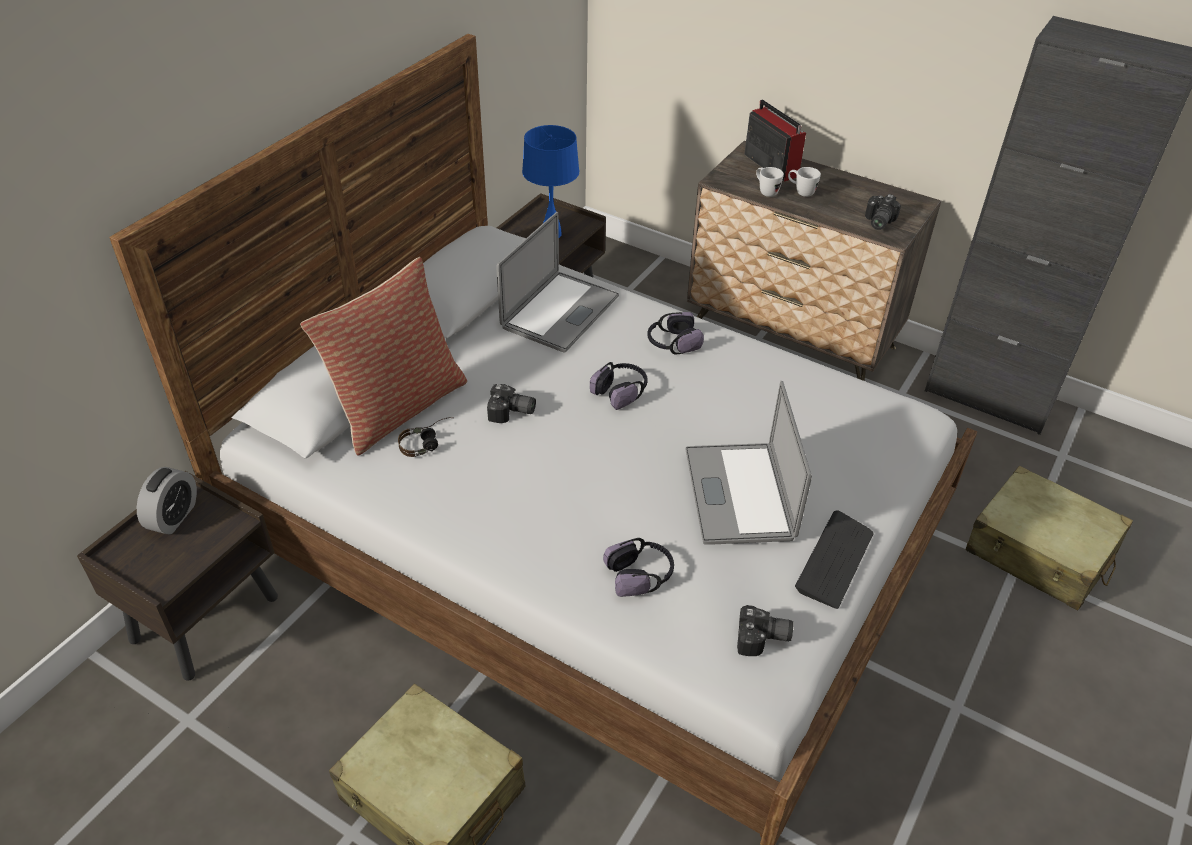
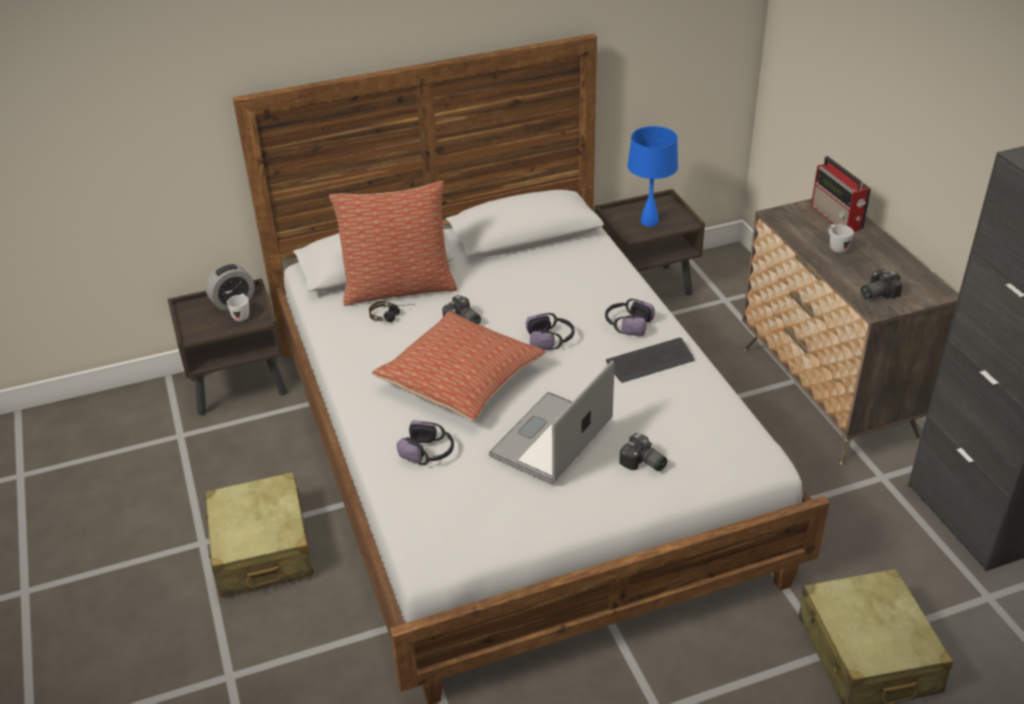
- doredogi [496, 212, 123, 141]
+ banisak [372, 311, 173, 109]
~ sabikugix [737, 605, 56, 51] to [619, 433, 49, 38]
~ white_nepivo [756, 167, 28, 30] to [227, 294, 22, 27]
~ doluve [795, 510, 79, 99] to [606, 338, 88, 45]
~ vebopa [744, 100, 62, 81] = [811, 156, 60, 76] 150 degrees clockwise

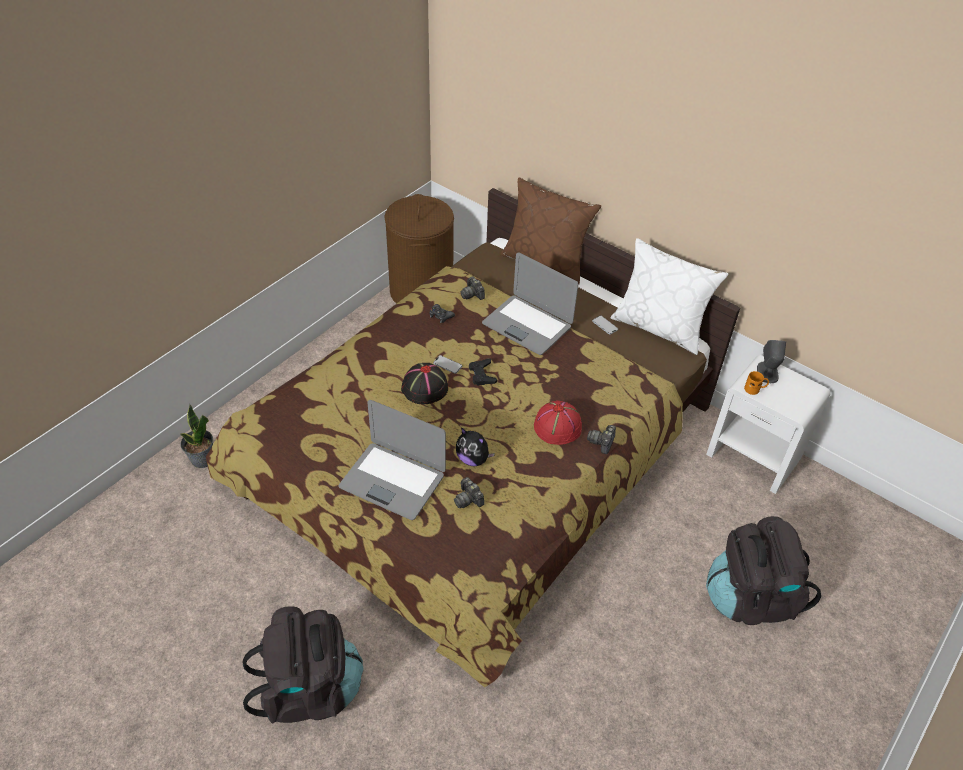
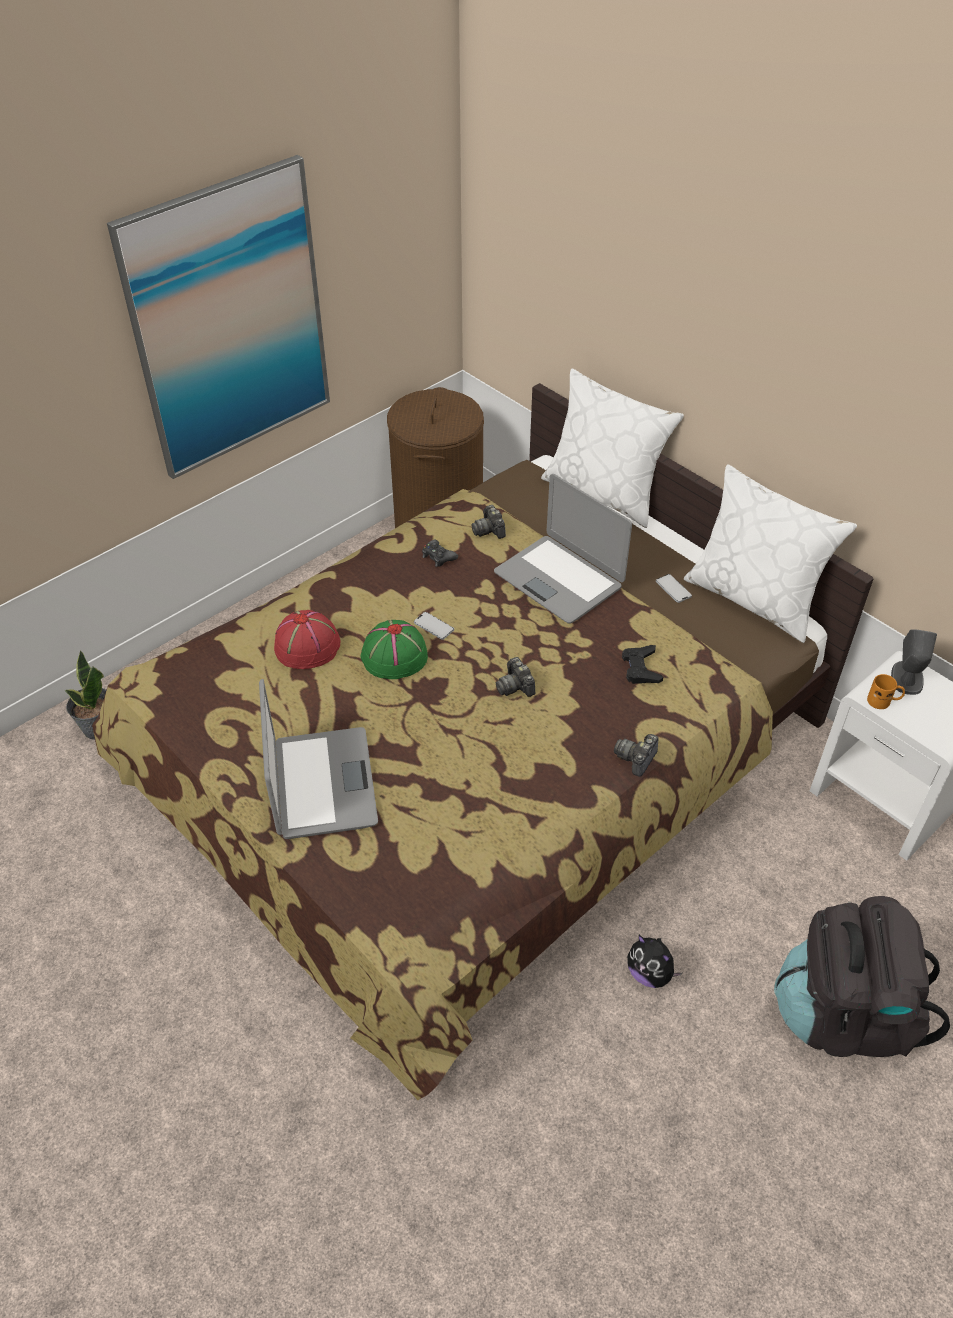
- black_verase [242, 606, 122, 118]
+ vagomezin [107, 155, 223, 324]
~ sabikugix [454, 477, 30, 31] to [496, 657, 39, 40]
~ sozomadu [456, 427, 39, 39] to [627, 935, 55, 53]
~ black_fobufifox [469, 358, 28, 28] to [622, 645, 41, 39]
~ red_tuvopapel [534, 400, 48, 45] to [274, 610, 67, 59]
~ black_tuvopapel [401, 363, 47, 41] to green_tuvopapel [361, 620, 67, 59]
~ brown_banisak [500, 178, 101, 107] to white_banisak [541, 369, 143, 159]
~ doredogi [338, 400, 108, 120] = [259, 679, 119, 160] 135 degrees counterclockwise

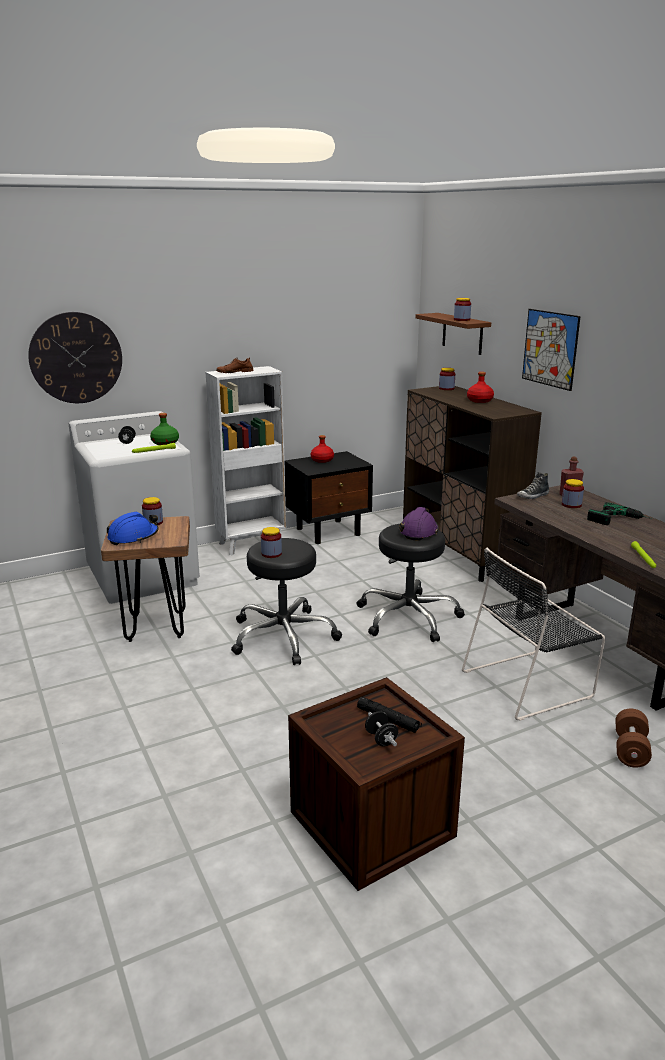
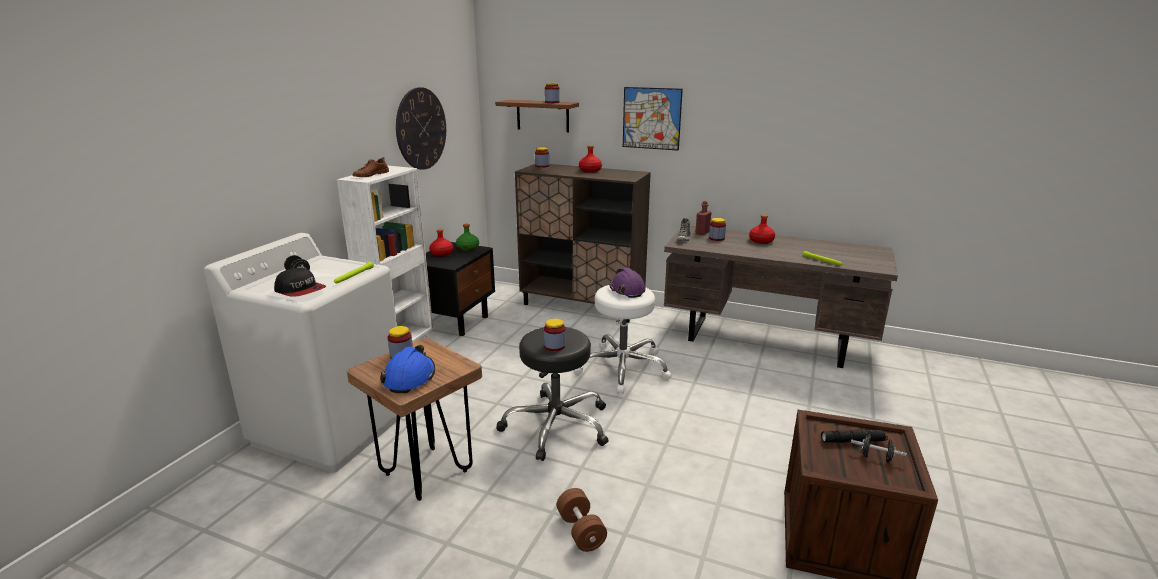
- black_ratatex [462, 548, 143, 173]
+ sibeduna [274, 268, 52, 29]
~ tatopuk [28, 312, 94, 91] to [396, 87, 50, 83]
~ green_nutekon [150, 413, 29, 32] to [456, 224, 23, 27]
~ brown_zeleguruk [615, 709, 37, 59] to [556, 488, 51, 64]
~ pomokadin [587, 502, 65, 23] to red_nutekon [749, 214, 26, 30]
~ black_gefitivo [357, 524, 108, 118] to white_gefitivo [573, 285, 99, 109]

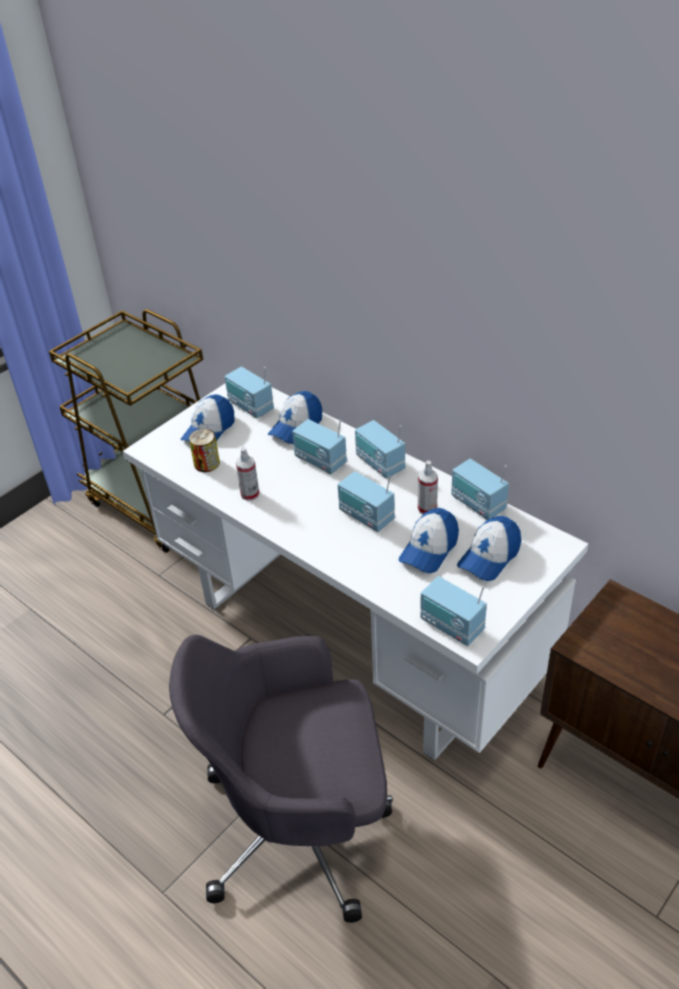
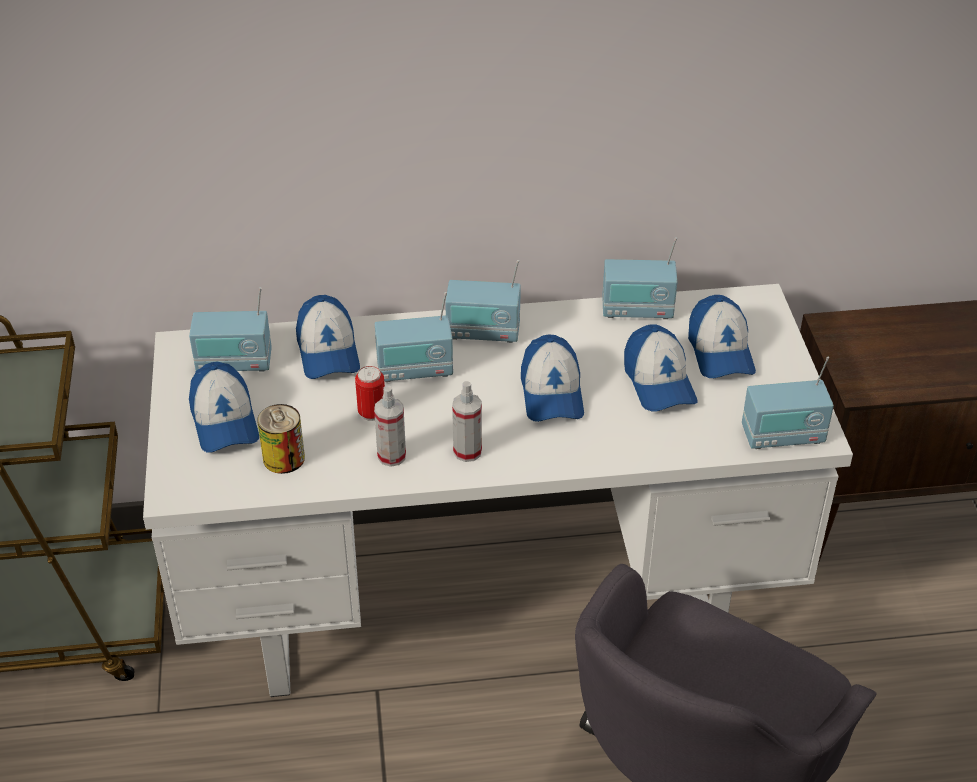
+ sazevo [355, 366, 30, 55]
~ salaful [418, 461, 20, 53] to [452, 381, 30, 81]
~ vebopa [338, 471, 57, 61] to sibeduna [521, 334, 63, 88]

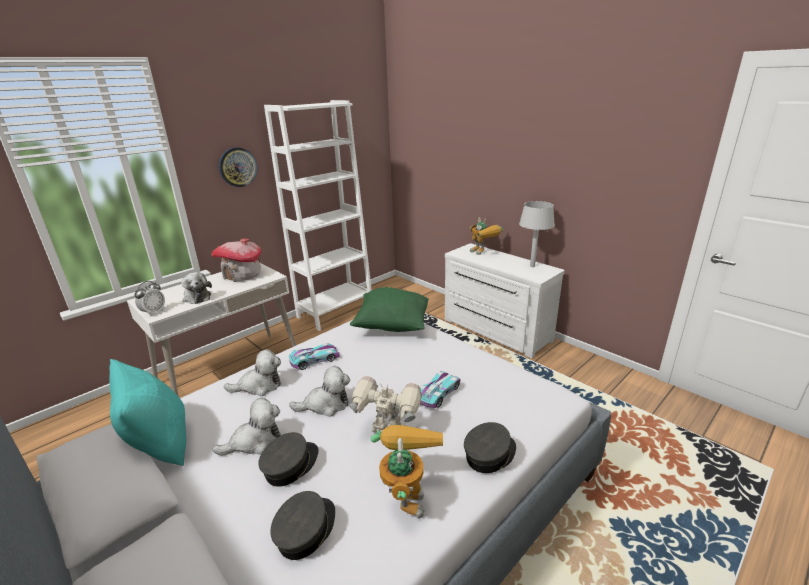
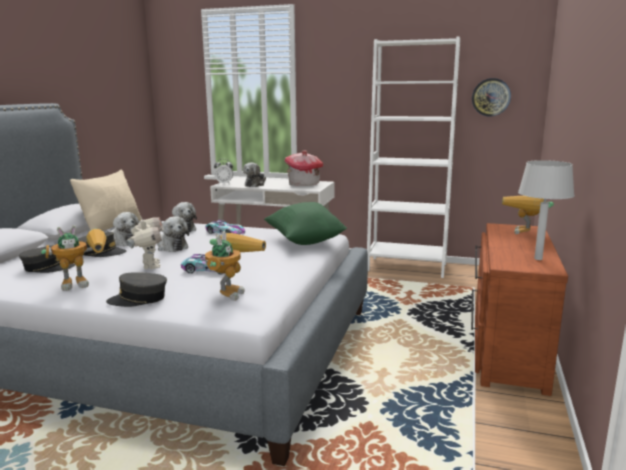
+ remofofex [205, 231, 61, 70]
~ tatopuk [219, 147, 38, 40] to [472, 78, 39, 39]
~ turquoise_banisak [109, 359, 77, 107] to beige_banisak [70, 170, 71, 61]
~ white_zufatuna [445, 243, 120, 115] to brown_zufatuna [471, 223, 97, 173]
~ grey_sibeduna [464, 422, 52, 51] = [106, 272, 61, 35] 150 degrees clockwise

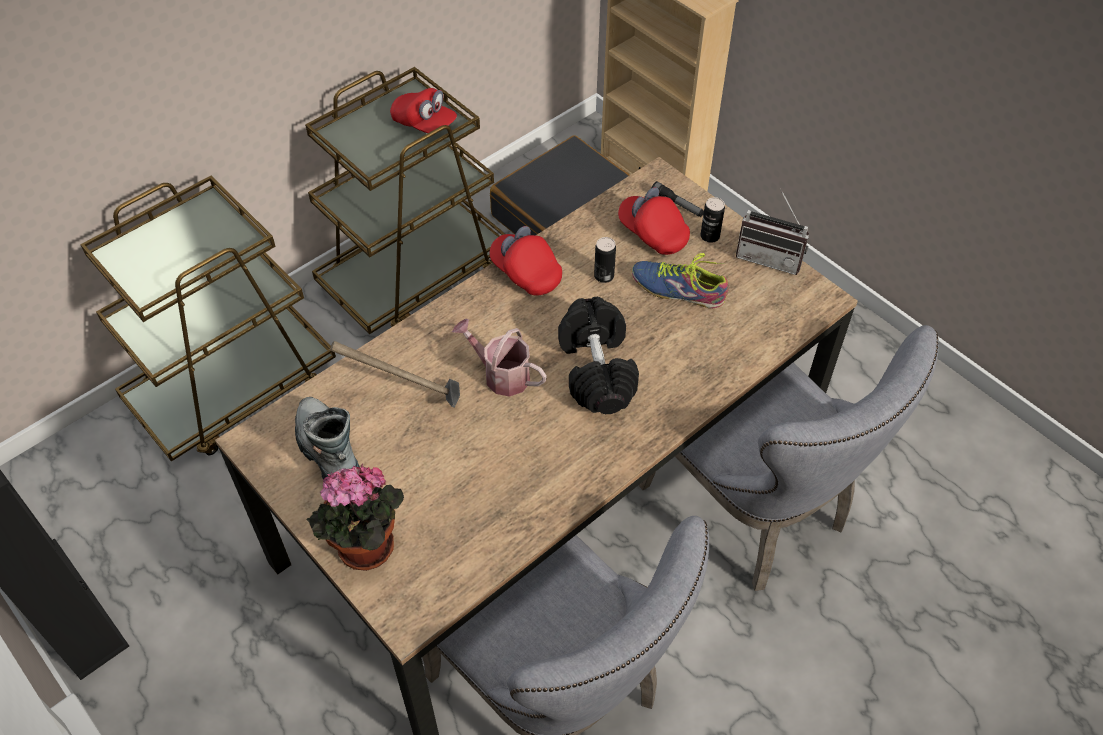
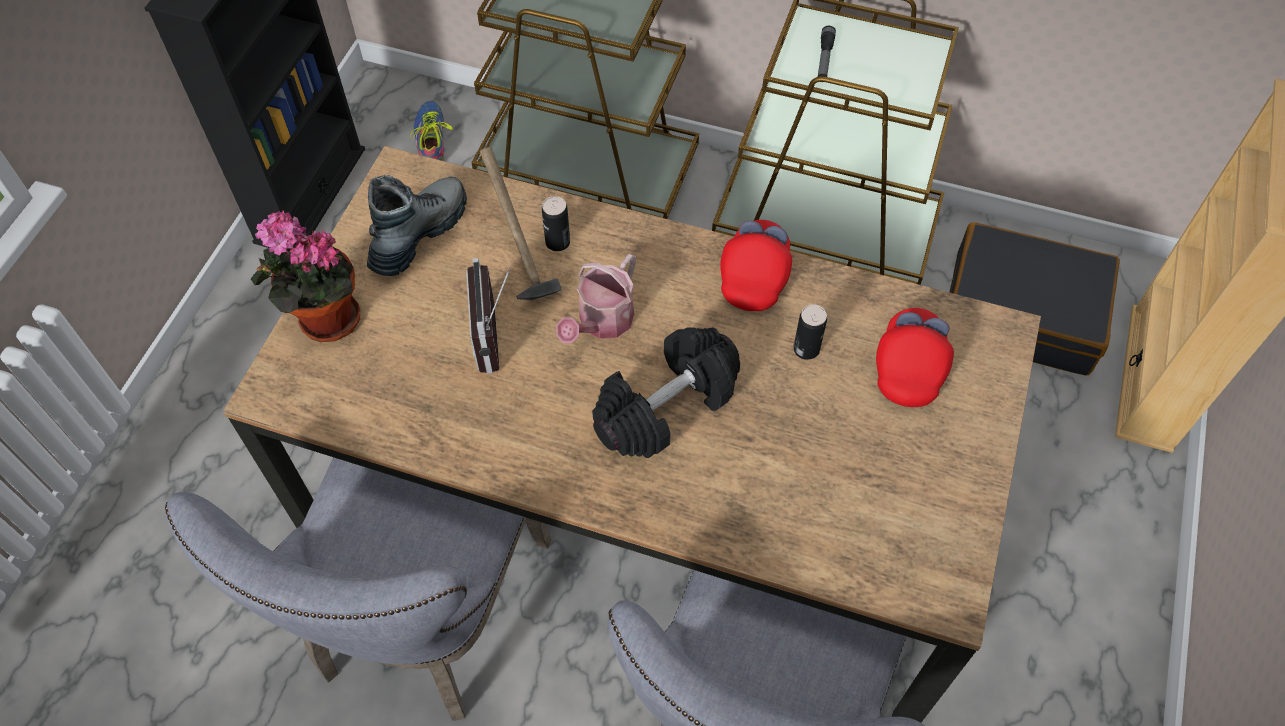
- red_sibeduna [390, 88, 67, 45]
~ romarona [632, 253, 97, 55] to [410, 101, 43, 60]
~ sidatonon [652, 181, 52, 36] to [818, 26, 18, 51]
~ sazevo [700, 197, 25, 46] to [542, 196, 28, 55]
~ vebopa [736, 188, 73, 87] to [466, 258, 45, 115]
~ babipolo [452, 319, 95, 78] = [556, 254, 80, 90] 150 degrees counterclockwise

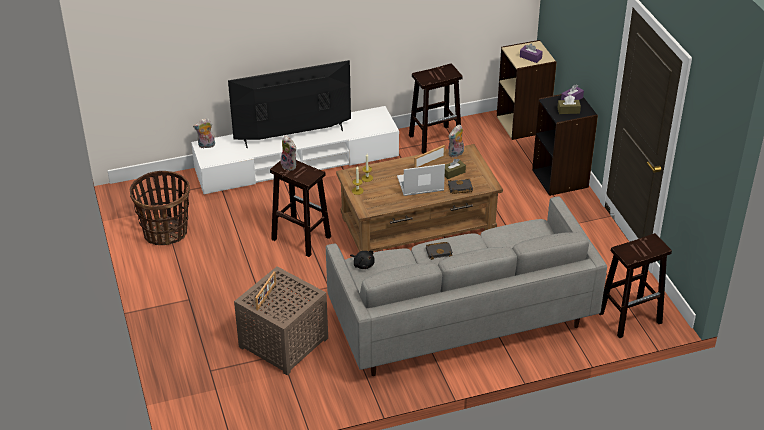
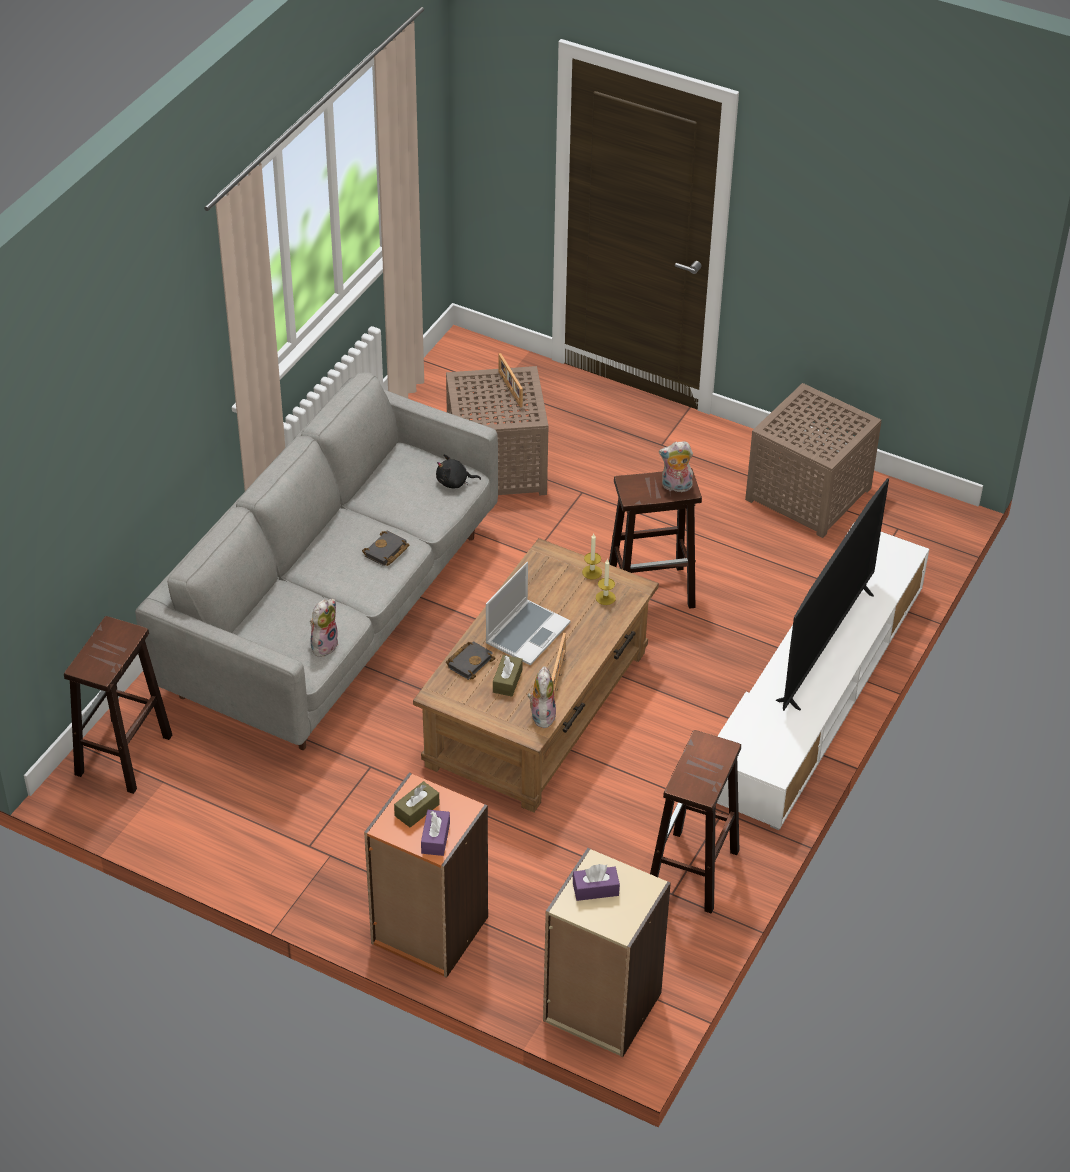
~ sozomadu [193, 118, 22, 31] to [310, 599, 29, 58]
~ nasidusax [130, 171, 60, 75] to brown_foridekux [745, 383, 136, 155]
~ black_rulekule [532, 94, 66, 102] to orange_rulekule [364, 772, 124, 206]

